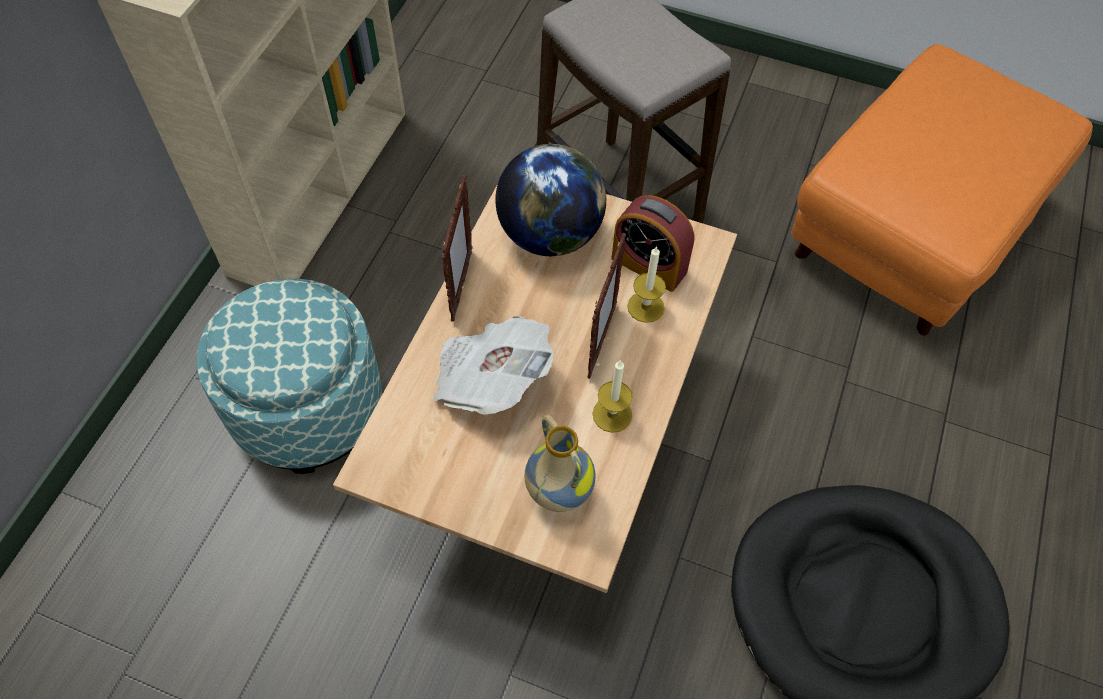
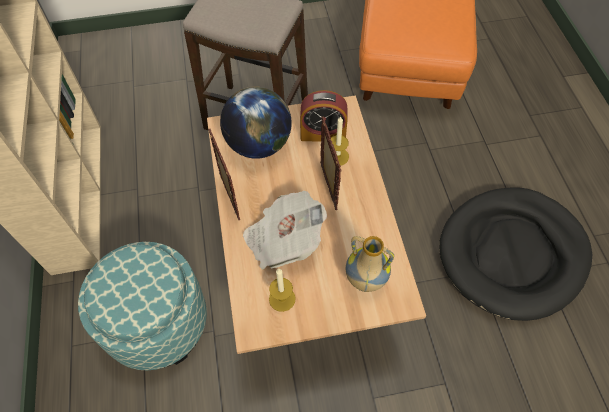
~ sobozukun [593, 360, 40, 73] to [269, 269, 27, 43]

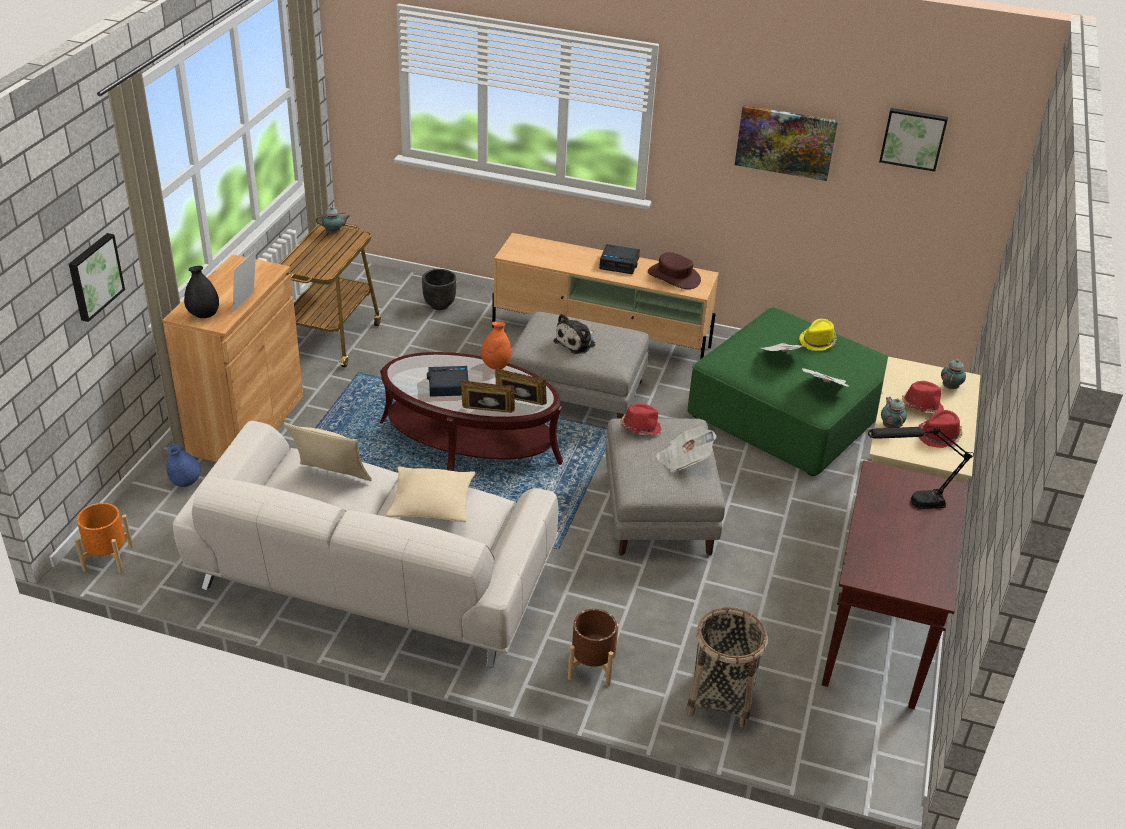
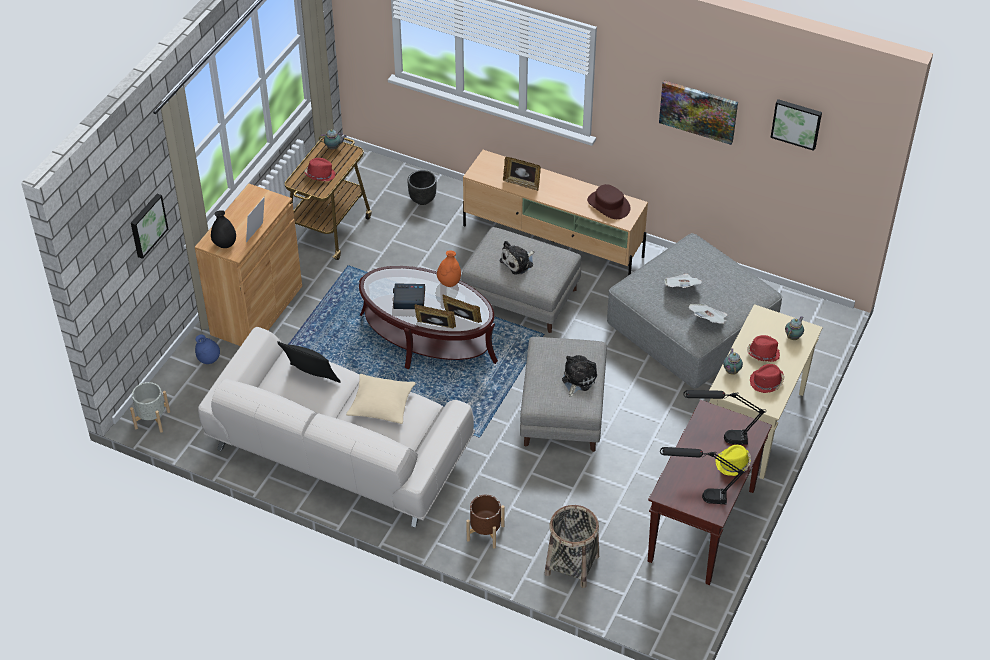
- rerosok [599, 244, 41, 30]
+ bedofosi [503, 157, 38, 34]
+ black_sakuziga [660, 447, 86, 57]
~ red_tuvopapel [620, 403, 41, 32] to [305, 158, 30, 23]
~ yellow_tuvopapel [799, 319, 38, 32] to [716, 445, 35, 31]
~ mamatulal [656, 426, 61, 46] to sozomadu [562, 355, 35, 42]
~ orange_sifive [74, 503, 59, 70] to grey_sifive [130, 382, 40, 51]
~ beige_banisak [284, 422, 88, 59] to black_banisak [277, 341, 64, 42]
~ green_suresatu [688, 307, 201, 169] to grey_suresatu [607, 233, 176, 156]

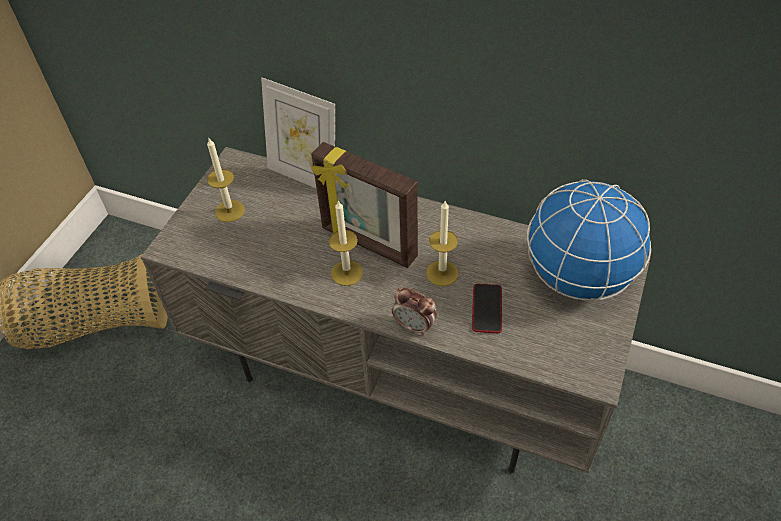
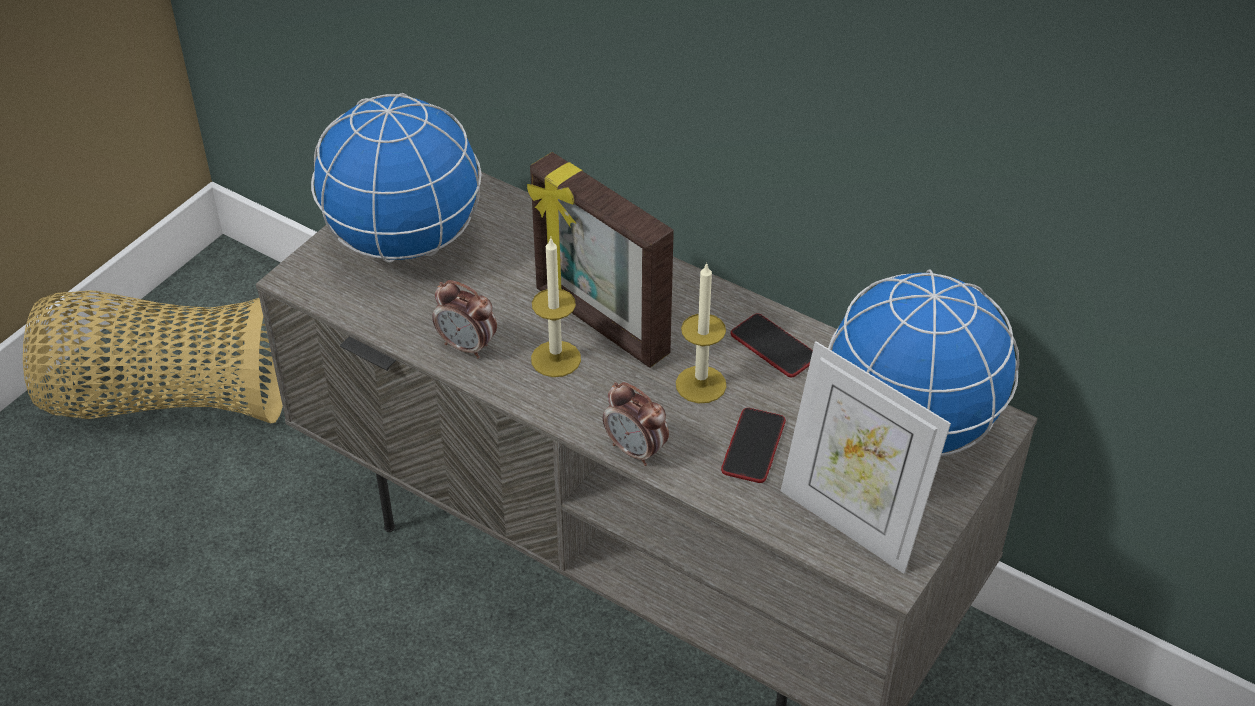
+ rerosok [432, 280, 65, 79]
+ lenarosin [730, 313, 83, 64]
~ bedofosi [261, 77, 74, 112] to [781, 341, 170, 233]
~ sobozukun [207, 138, 38, 84] to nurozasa [311, 93, 171, 170]

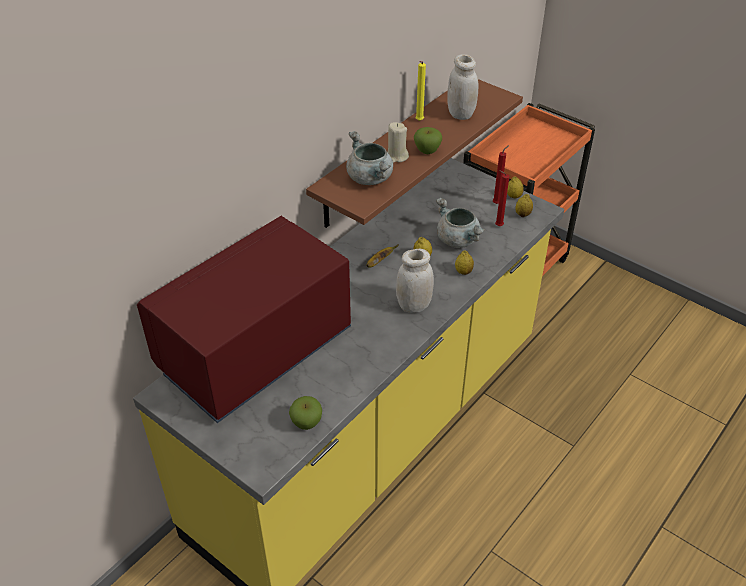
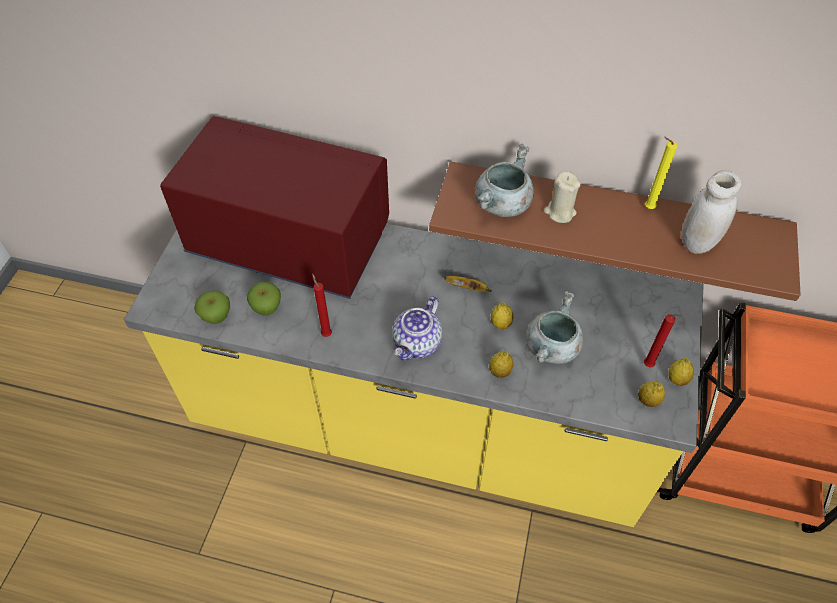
~ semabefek [414, 127, 28, 27] to [247, 282, 34, 34]
~ red_sobozukun [495, 170, 14, 56] to [312, 273, 20, 64]
~ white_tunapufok [396, 249, 38, 64] to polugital [392, 296, 50, 64]

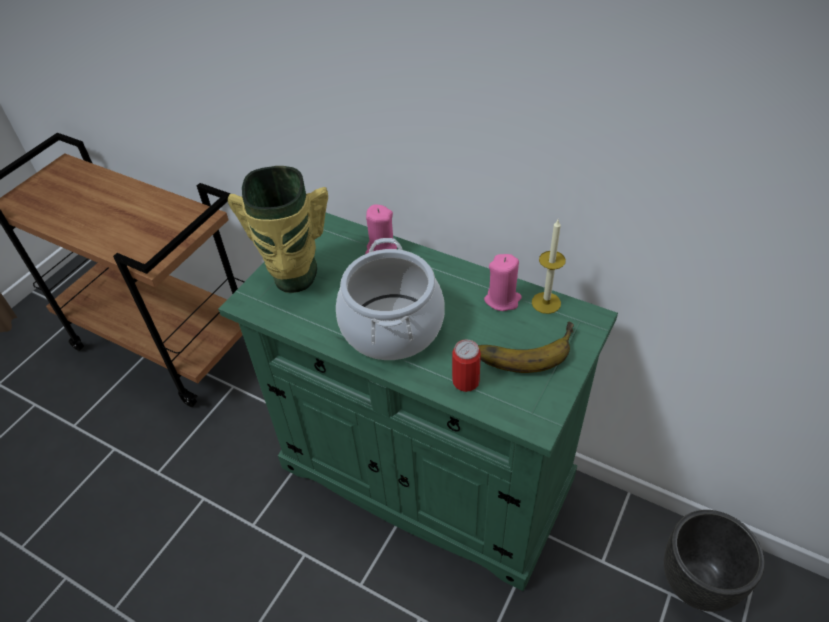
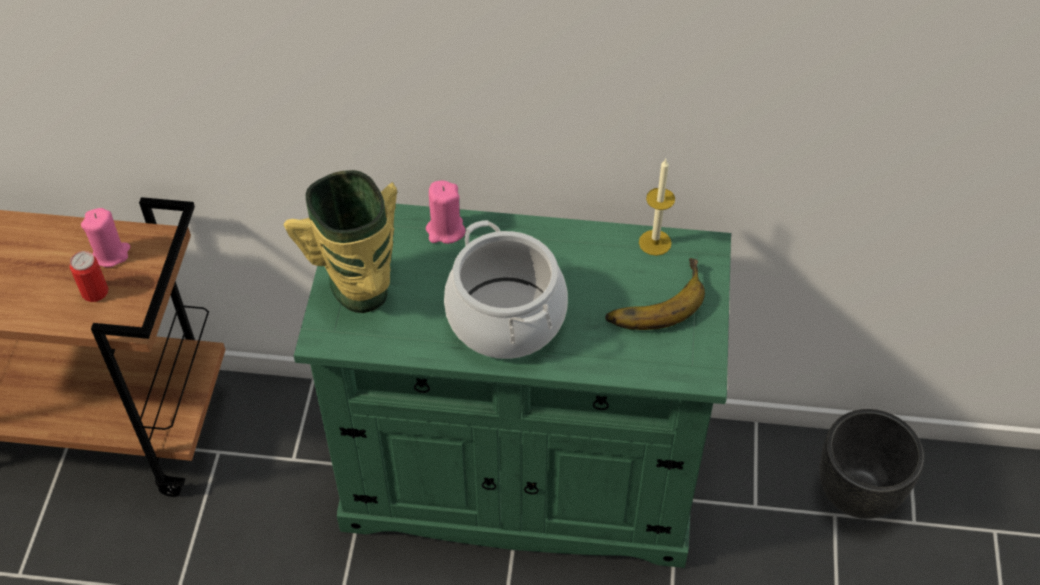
~ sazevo [452, 340, 29, 52] to [70, 251, 38, 51]
~ pink_sobozukun [484, 254, 38, 57] to [81, 208, 49, 59]

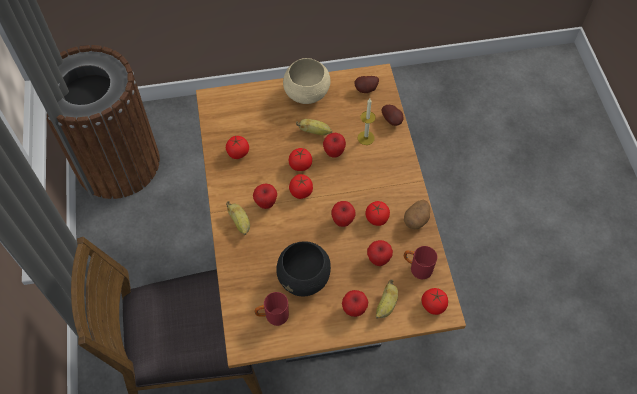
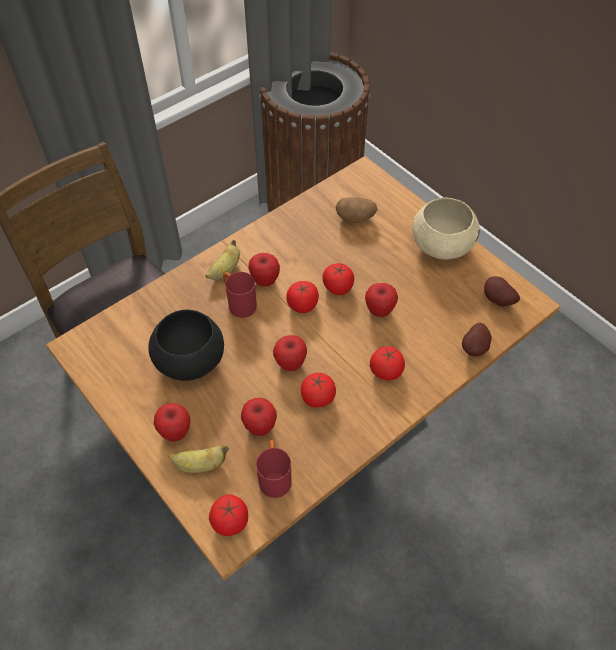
- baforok [296, 119, 36, 16]
- sobozukun [358, 99, 18, 46]
~ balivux [226, 136, 23, 23] to [370, 347, 35, 33]
~ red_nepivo [255, 292, 34, 34] to [223, 272, 34, 46]
~ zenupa [404, 200, 26, 29] to [336, 197, 41, 26]

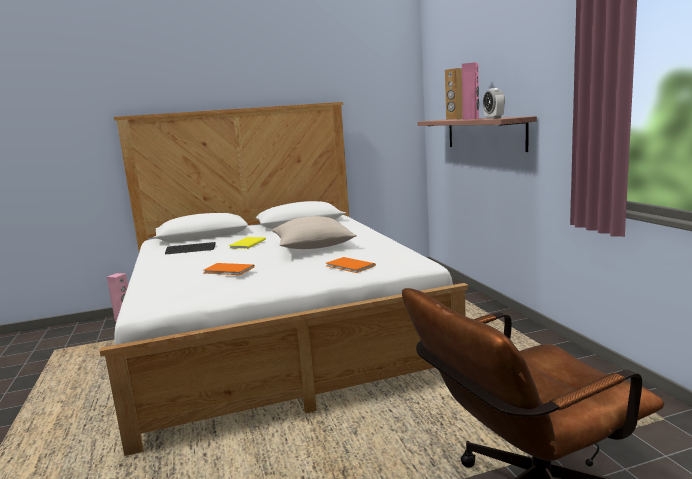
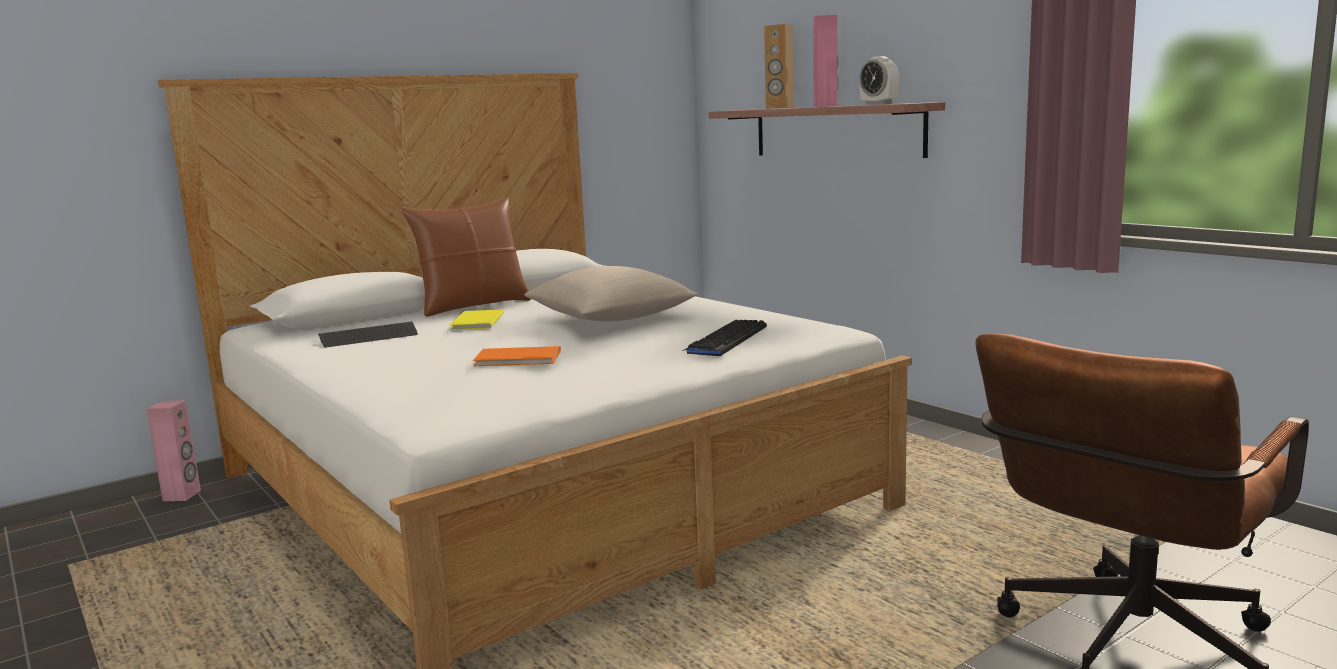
+ brown_banisak [400, 198, 131, 119]
~ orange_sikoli [326, 257, 50, 16] to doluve [683, 320, 84, 36]

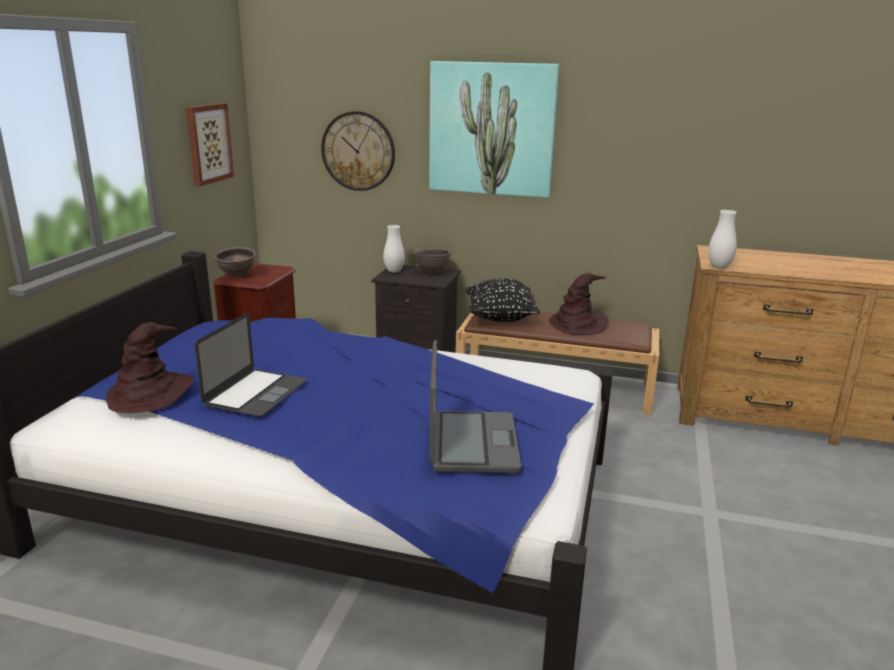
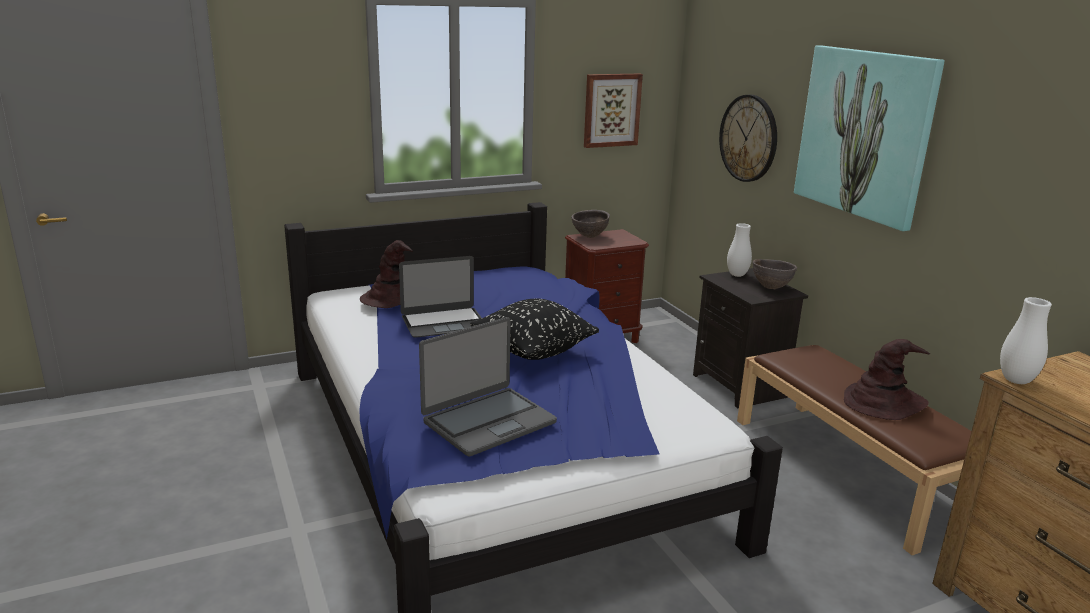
~ black_banisak [466, 278, 74, 44] to [470, 299, 129, 61]

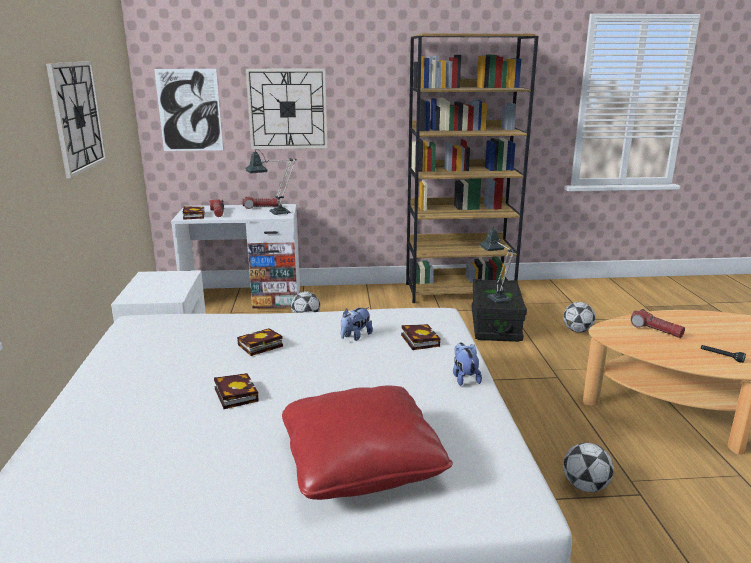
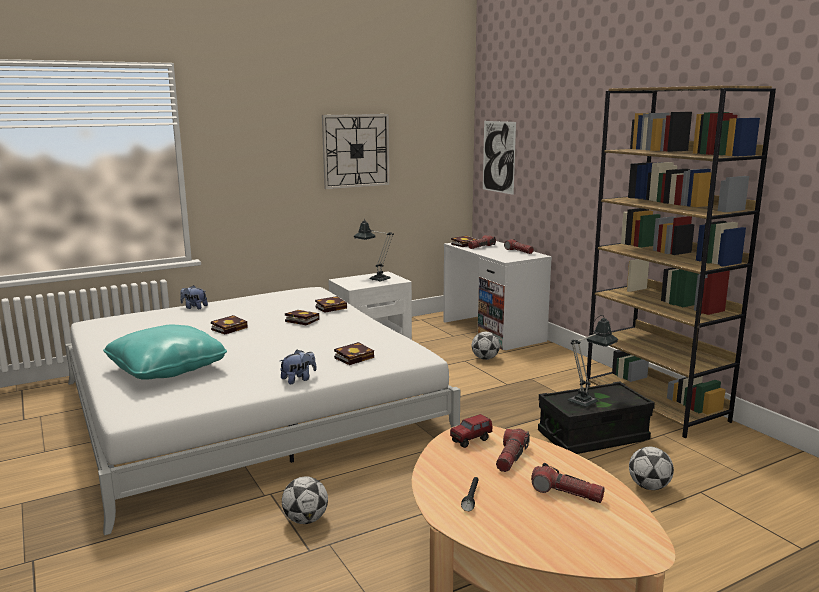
- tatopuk [246, 68, 81, 81]
+ sikoli [315, 296, 32, 16]
+ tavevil [450, 414, 43, 34]
+ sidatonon [531, 463, 74, 40]
~ sakuziga [245, 149, 51, 66] to [354, 219, 40, 62]
~ sozomadu [341, 307, 32, 34] to [180, 285, 28, 24]
~ red_banisak [282, 386, 171, 114] to turquoise_banisak [103, 325, 124, 55]

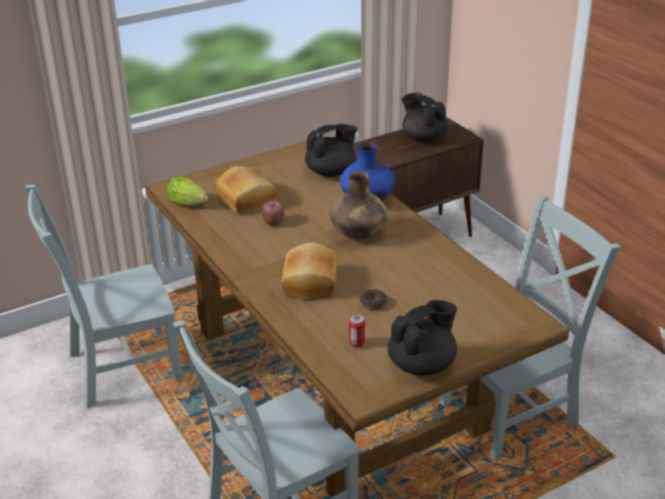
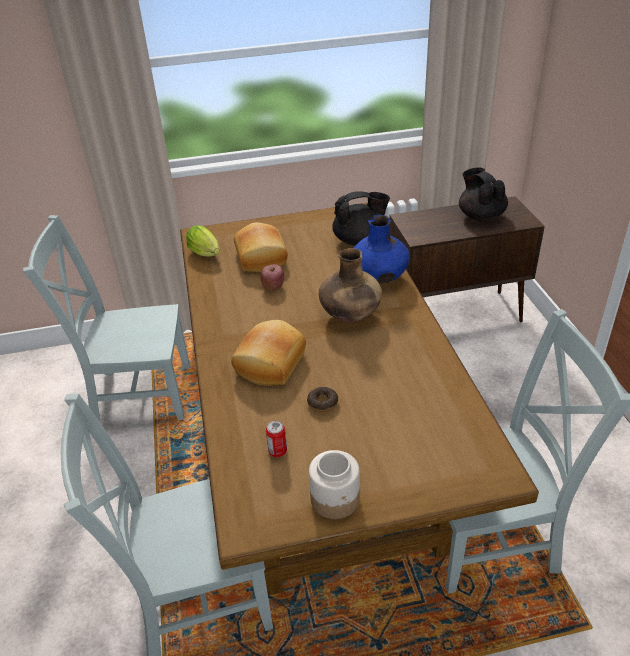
~ black_polugital [388, 300, 69, 76] to tunapufok [309, 450, 51, 69]

